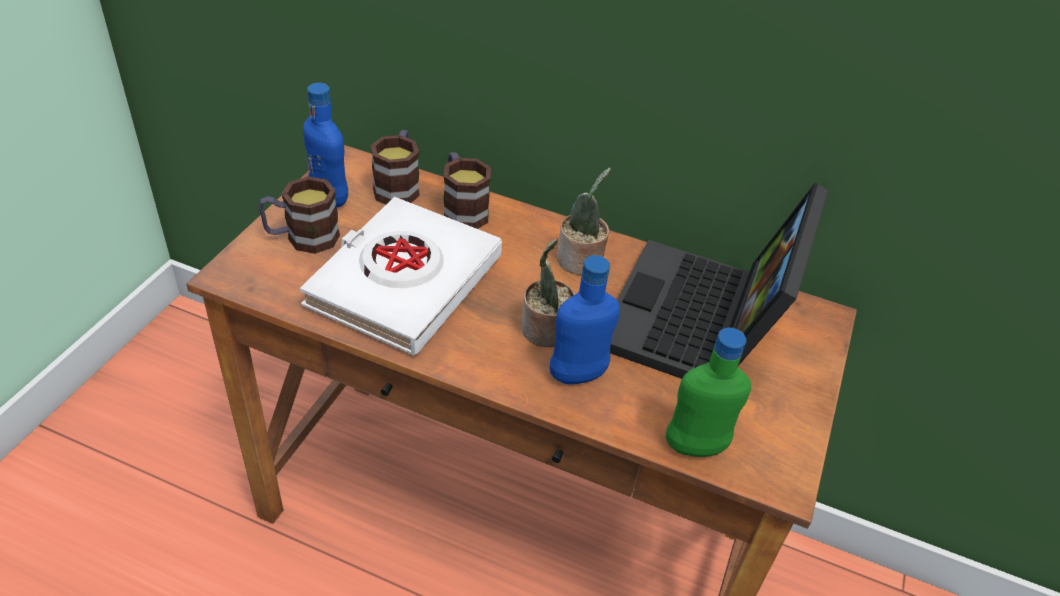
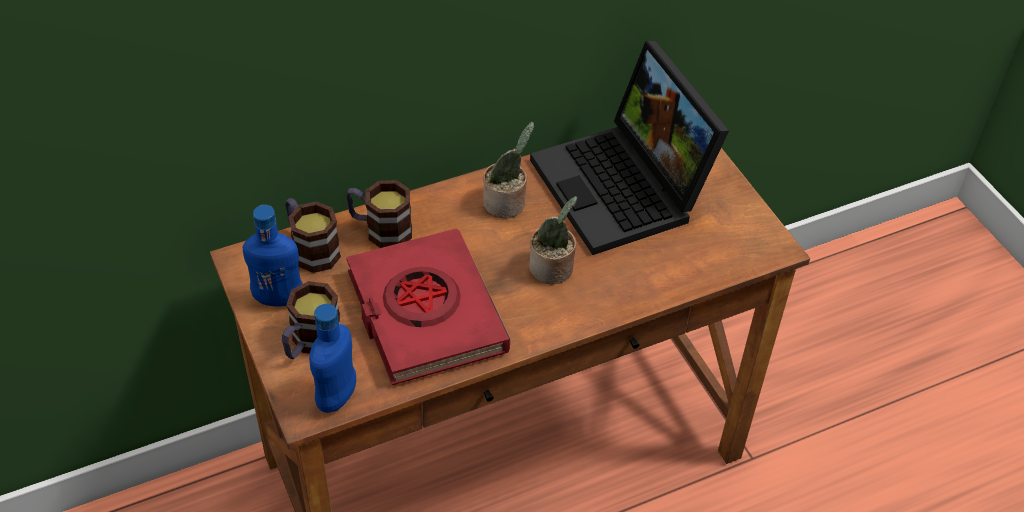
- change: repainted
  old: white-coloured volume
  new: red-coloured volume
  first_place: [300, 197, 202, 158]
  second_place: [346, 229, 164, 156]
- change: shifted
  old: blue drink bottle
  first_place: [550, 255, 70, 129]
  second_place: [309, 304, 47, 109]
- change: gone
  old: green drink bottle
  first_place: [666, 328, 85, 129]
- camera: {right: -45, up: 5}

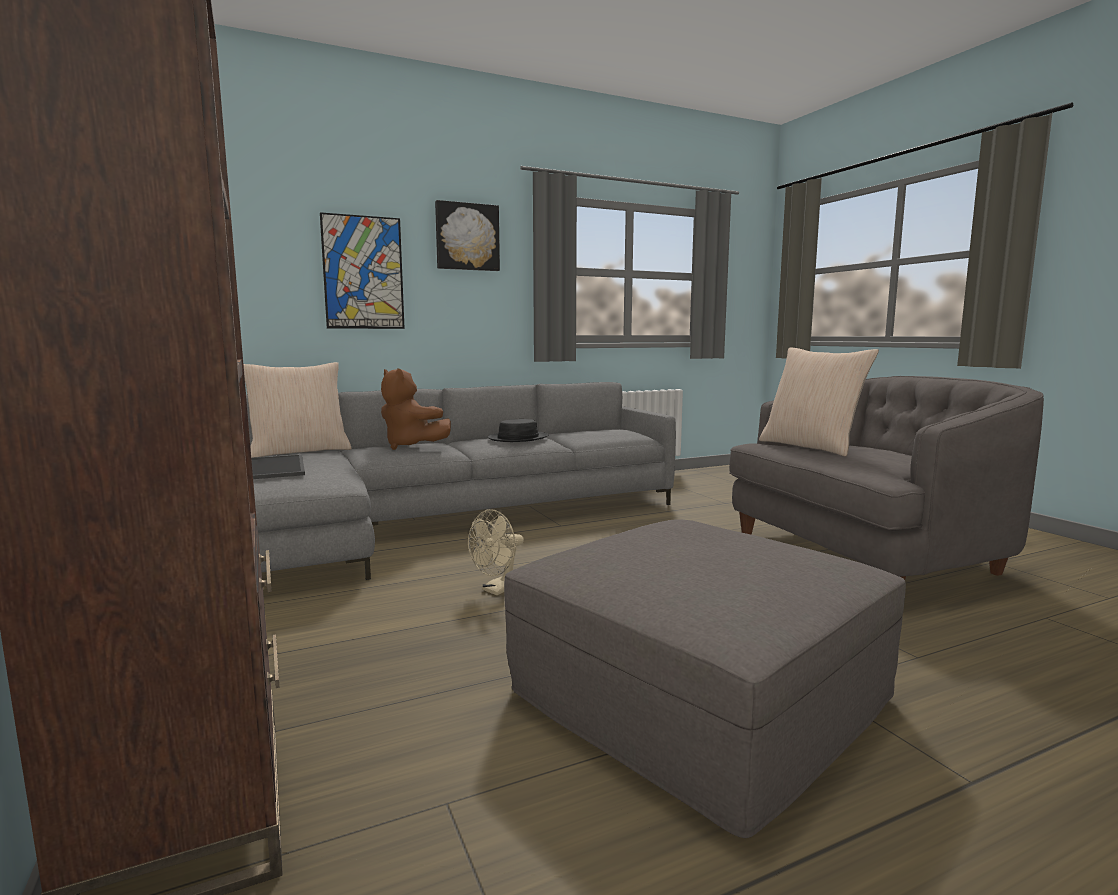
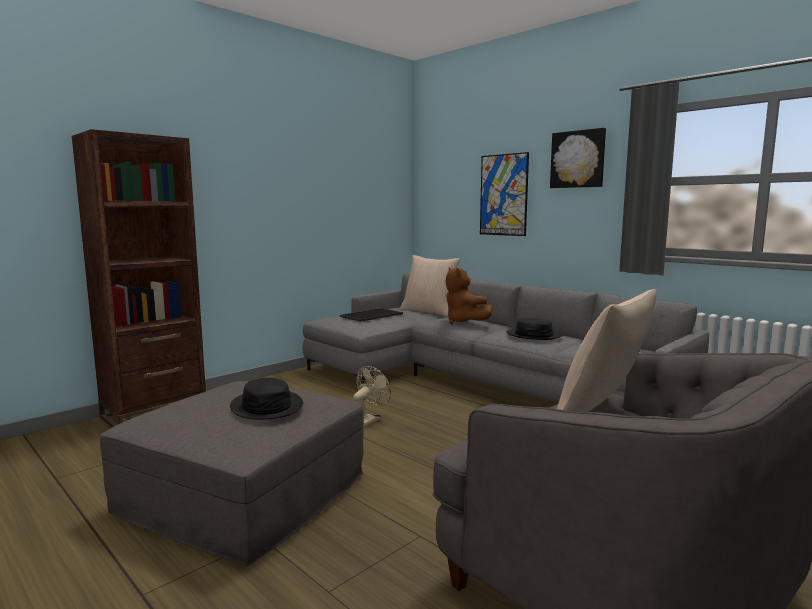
- change: rotated
  old: brown-coloured cuddly toy
  first_place: [381, 368, 70, 82]
  second_place: [446, 267, 47, 57]
  degrees: -45
- change: rotated
  old: beige electric fan
  first_place: [468, 509, 56, 86]
  second_place: [353, 366, 38, 61]
  degrees: 105
- change: new
  new: blackish clothing hat
  second_place: [230, 378, 73, 42]
- camera: {right: 70, up: 0}

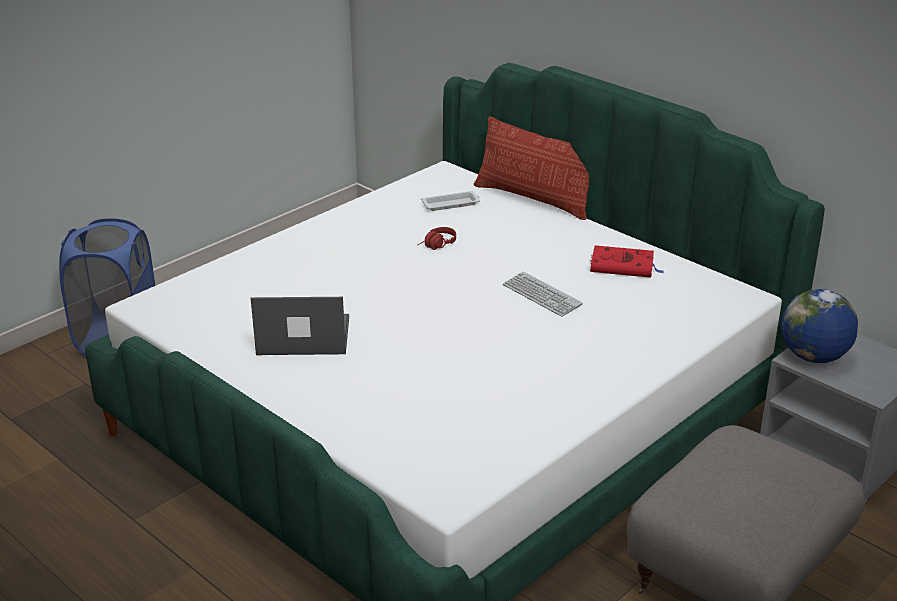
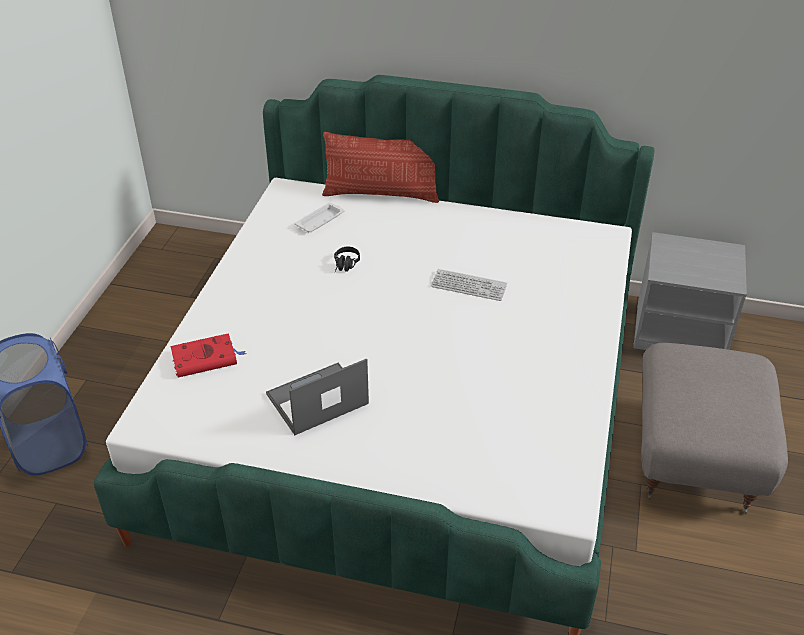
- change: repainted
  old: red-coloured headphones
  new: blackish headphones
  first_place: [418, 227, 38, 23]
  second_place: [334, 247, 26, 26]
- change: shifted
  old: red-coloured volume
  first_place: [590, 245, 74, 33]
  second_place: [171, 333, 75, 45]
- change: gone
  old: globe
  first_place: [781, 289, 77, 74]
- camera: {right: -30, up: 10}

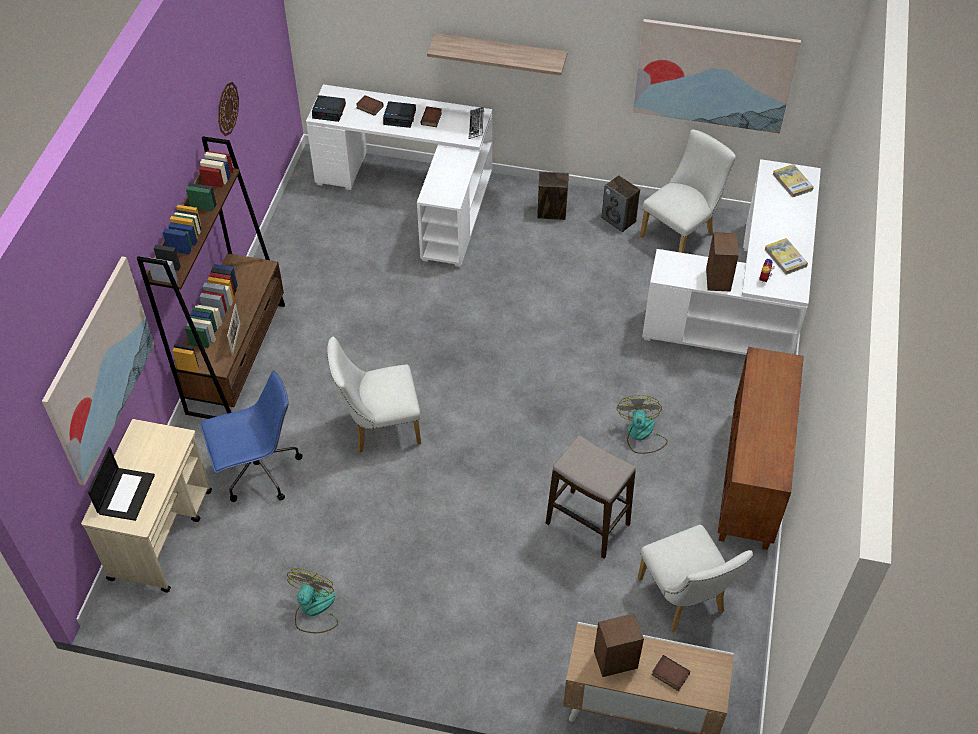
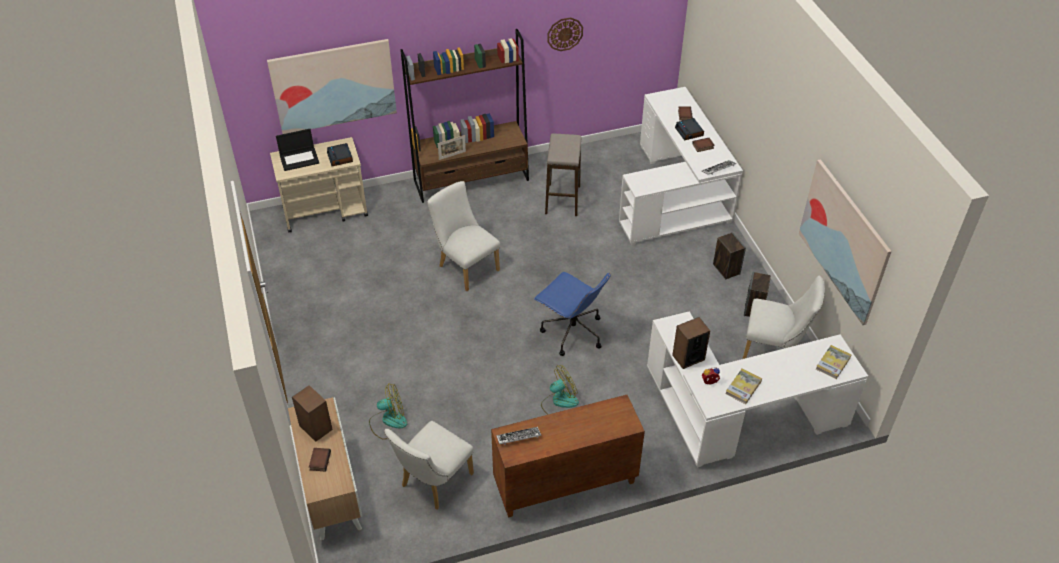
- change: shifted
  old: blue computer chair
  first_place: [200, 370, 103, 132]
  second_place: [534, 272, 77, 84]
- change: shifted
  old: electric fan
  first_place: [287, 568, 51, 65]
  second_place: [369, 383, 38, 57]
- change: shifted
  old: alarm clock
  first_place: [312, 95, 34, 27]
  second_place: [327, 143, 26, 23]
- change: gone
  old: wall shelf
  first_place: [427, 33, 141, 43]
- change: shifted
  old: sitting stool
  first_place: [546, 435, 90, 124]
  second_place: [545, 134, 36, 82]
- change: new
  new: keyboard
  second_place: [496, 427, 45, 18]
- camera: {right: 60, up: -5}

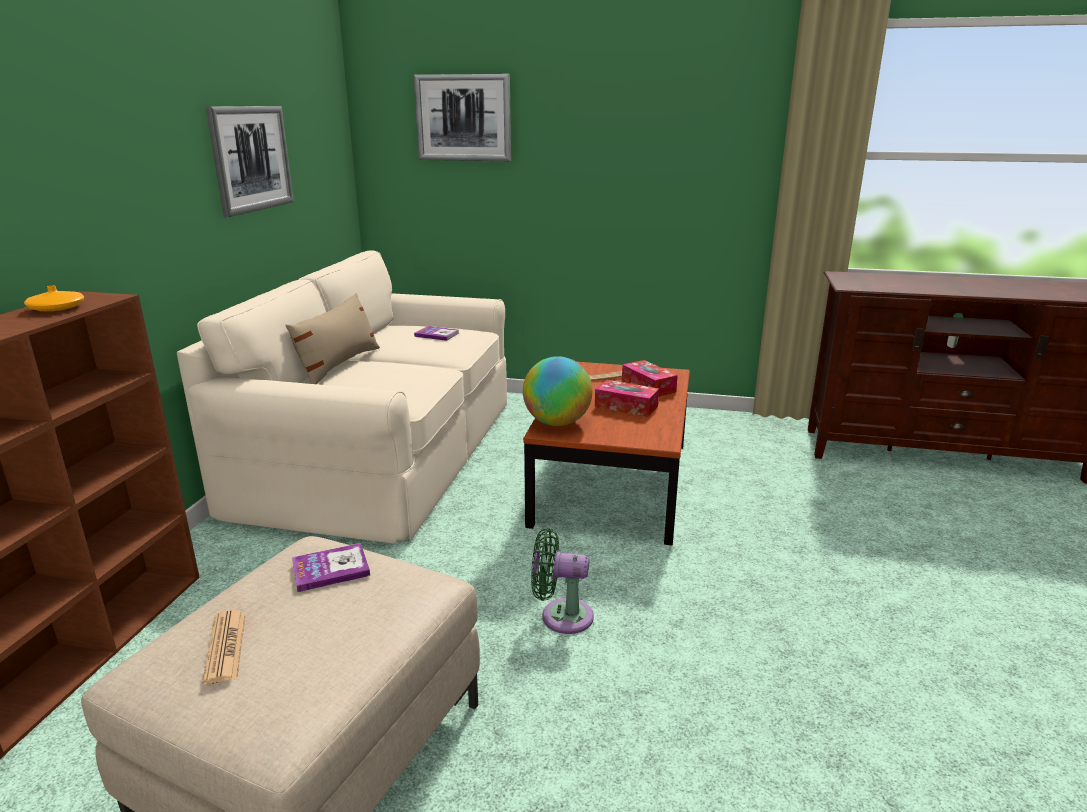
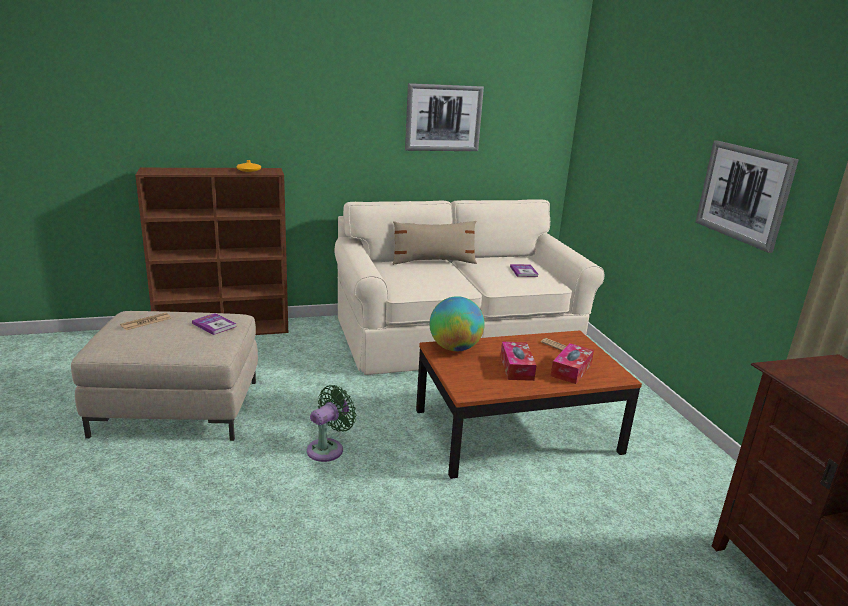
- change: shifted
  old: picture
  first_place: [414, 74, 97, 87]
  second_place: [695, 140, 104, 113]
- change: rotated
  old: green electric fan
  first_place: [531, 528, 63, 106]
  second_place: [307, 385, 49, 77]
  degrees: 60
- camera: {right: 60, up: 0}

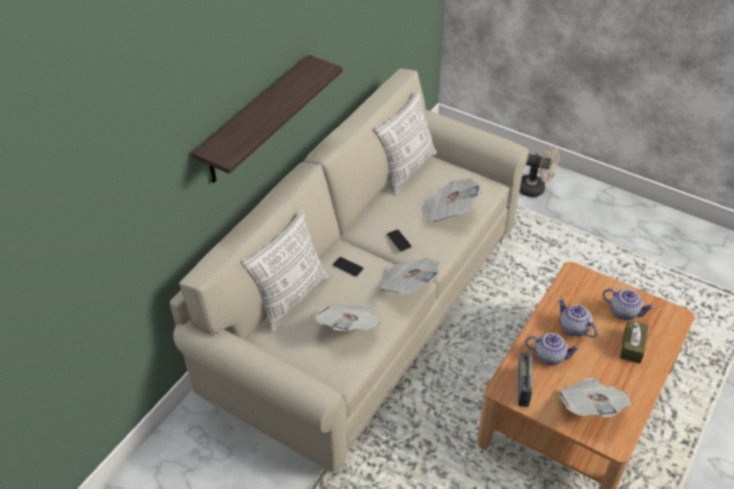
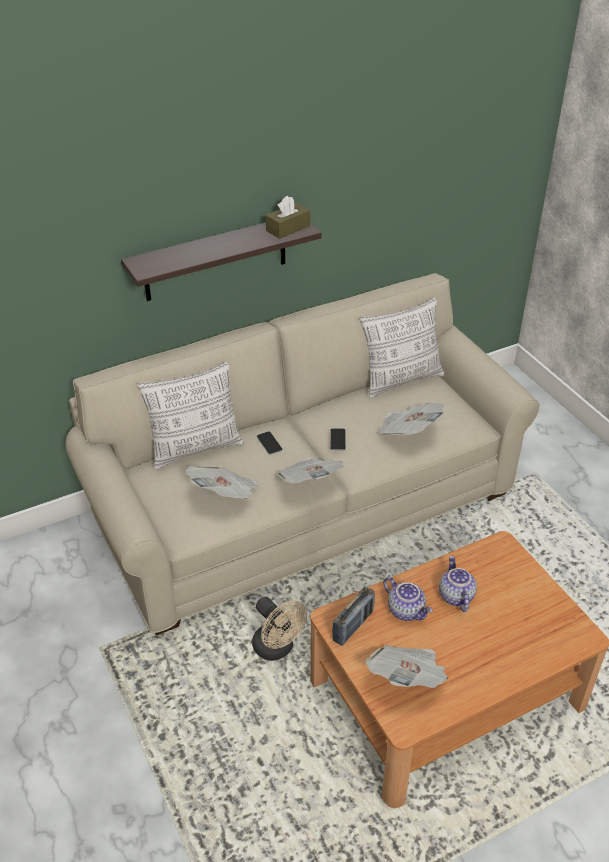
- change: shifted
  old: beige electric fan
  first_place: [519, 146, 40, 51]
  second_place: [252, 597, 55, 64]
- change: gone
  old: tea pot
  first_place: [603, 288, 51, 32]
- change: shifted
  old: brown-coloured tissue holder
  first_place: [620, 320, 29, 43]
  second_place: [266, 196, 44, 43]
- camera: {right: 30, up: -5}

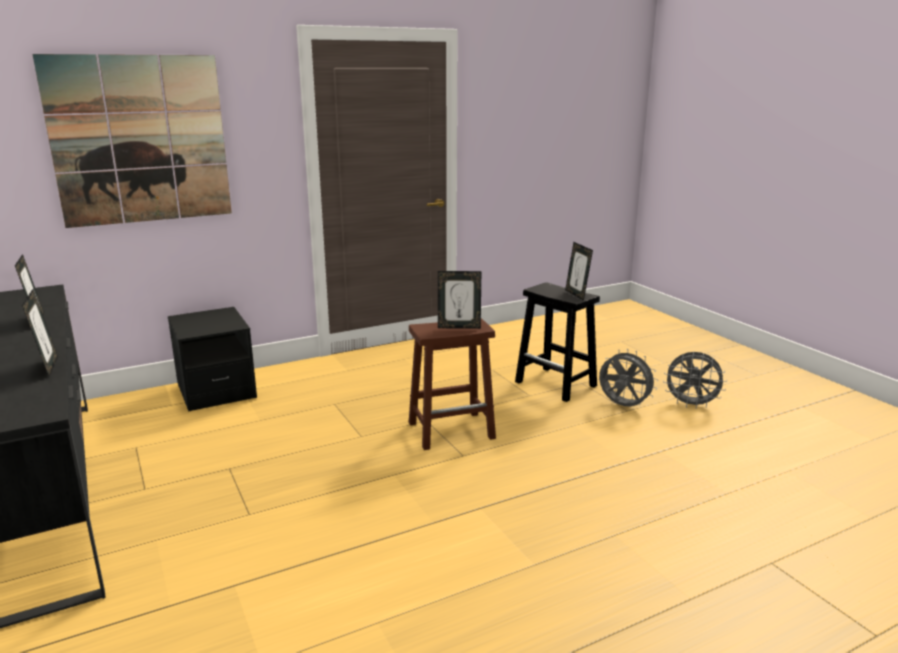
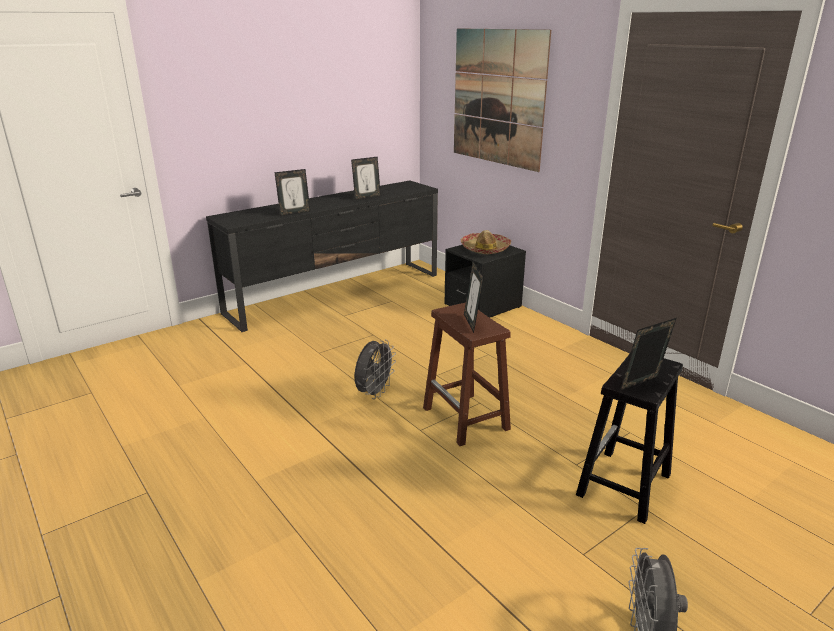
- change: shifted
  old: grey electric fan
  first_place: [599, 349, 59, 57]
  second_place: [355, 340, 41, 59]
- change: new
  new: clothing hat
  second_place: [461, 230, 50, 24]
- camera: {right: 80, up: 5}

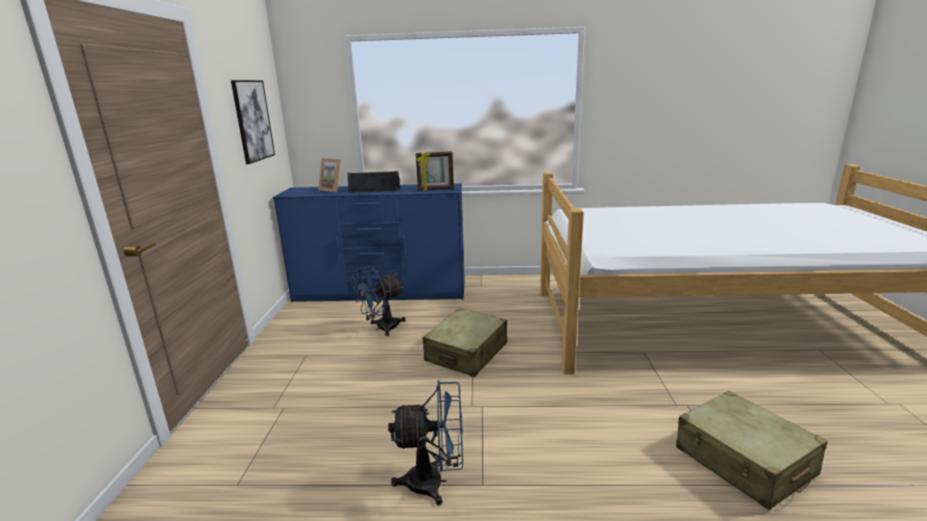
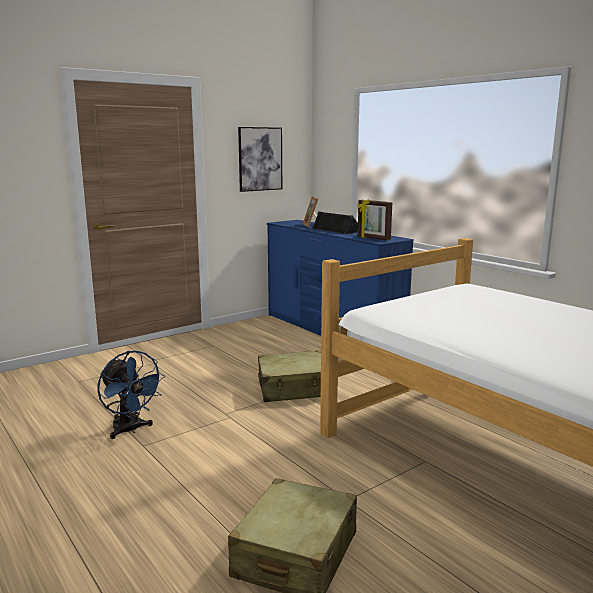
- change: gone
  old: blue electric fan
  first_place: [352, 265, 54, 71]
- camera: {right: 50, up: -5}

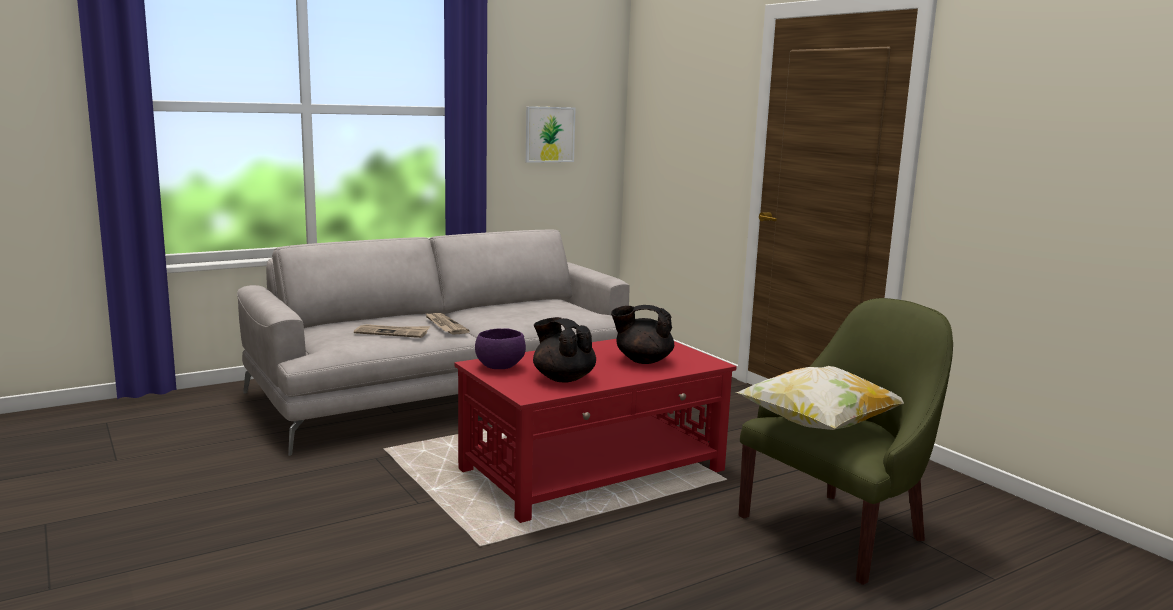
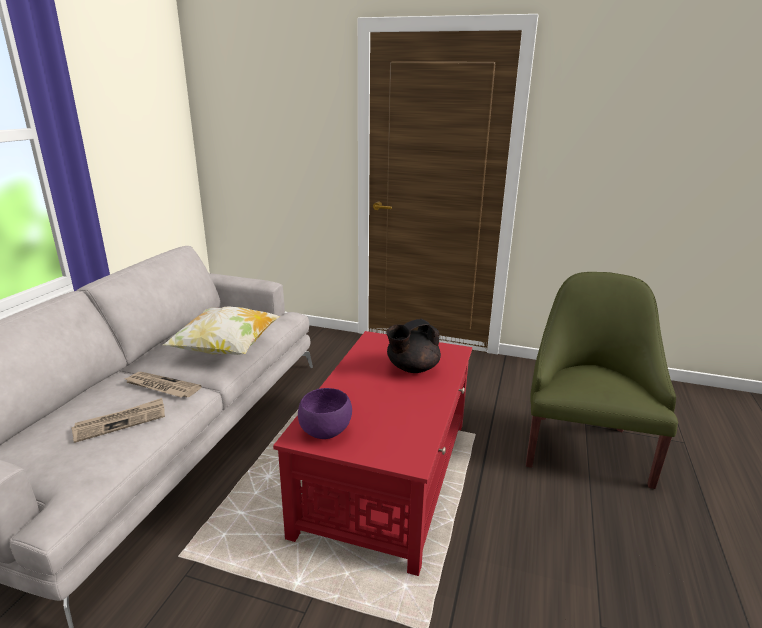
- change: gone
  old: picture
  first_place: [526, 106, 50, 57]
- change: gone
  old: blackish tea pot
  first_place: [533, 317, 63, 66]
- change: shifted
  old: pillow
  first_place: [735, 366, 169, 64]
  second_place: [163, 306, 117, 49]
- camera: {right: -40, up: 10}

